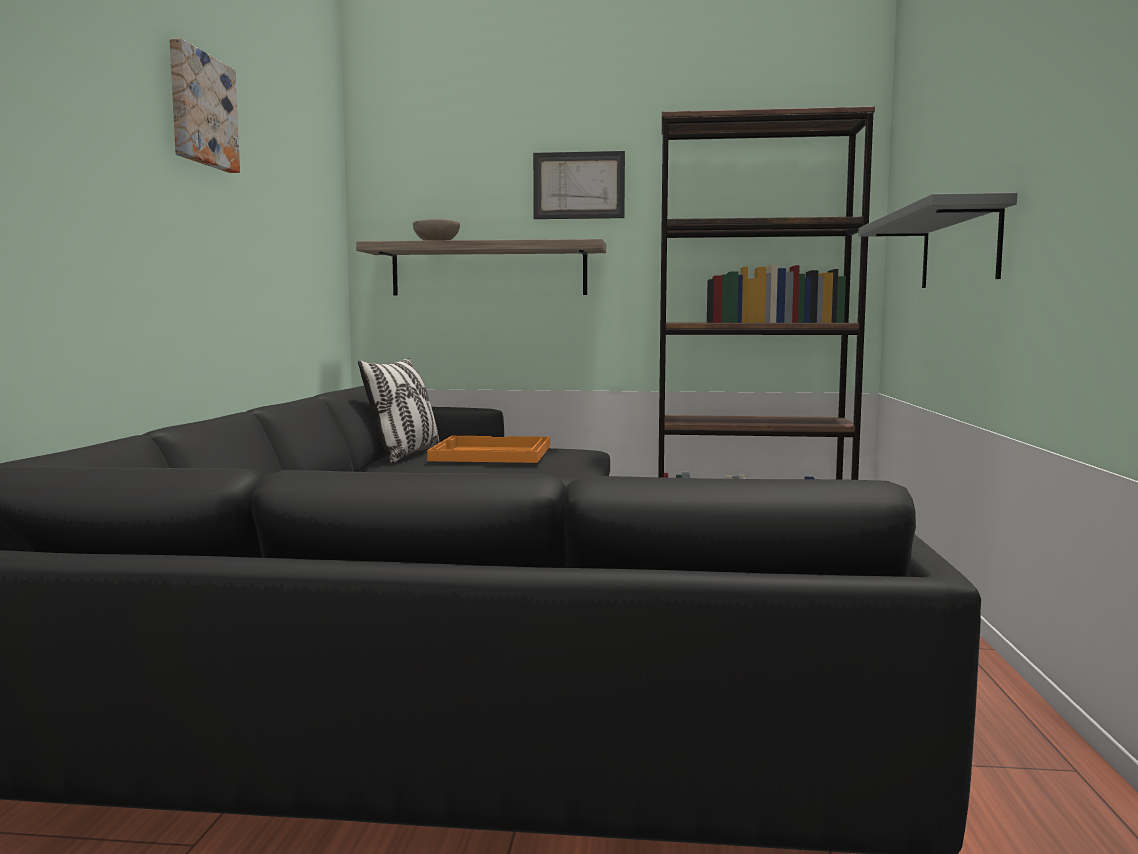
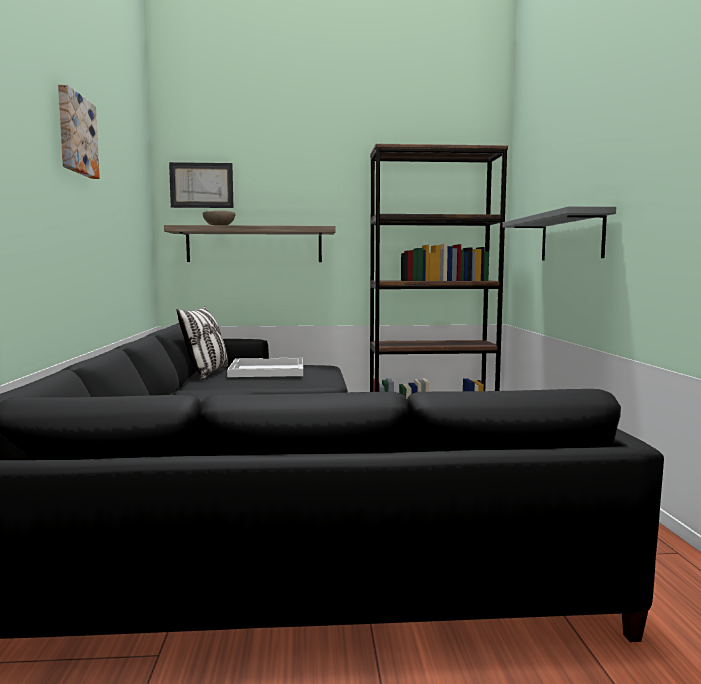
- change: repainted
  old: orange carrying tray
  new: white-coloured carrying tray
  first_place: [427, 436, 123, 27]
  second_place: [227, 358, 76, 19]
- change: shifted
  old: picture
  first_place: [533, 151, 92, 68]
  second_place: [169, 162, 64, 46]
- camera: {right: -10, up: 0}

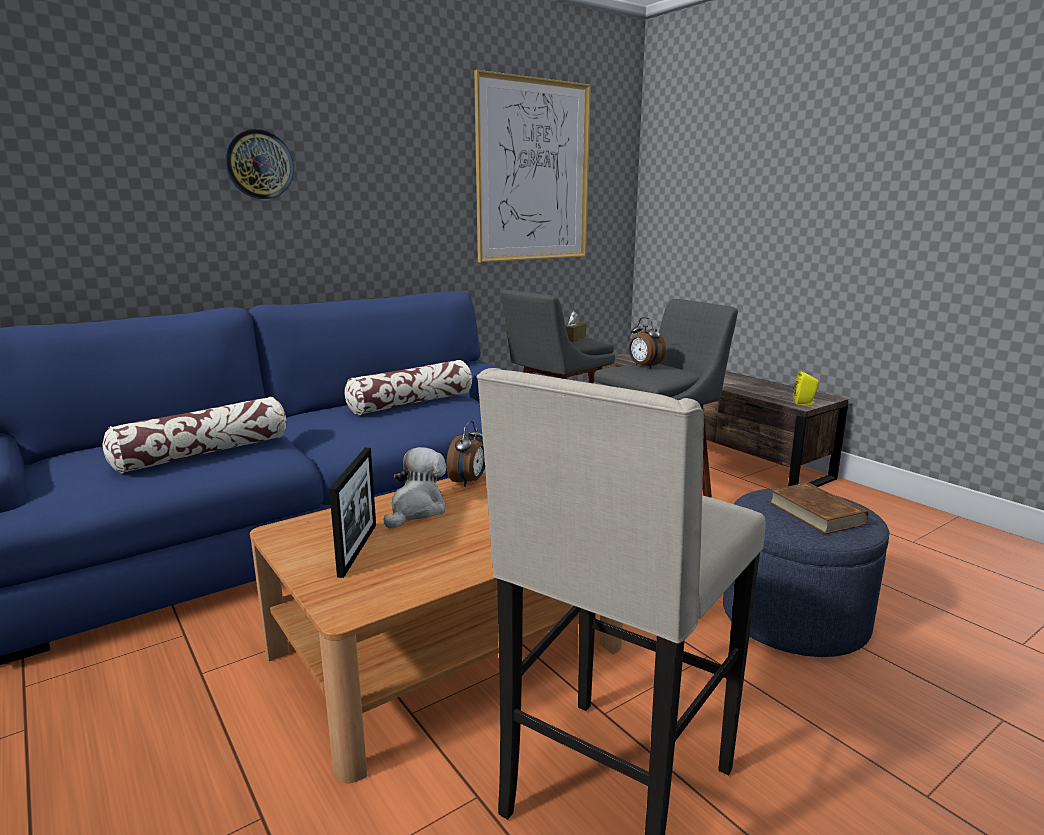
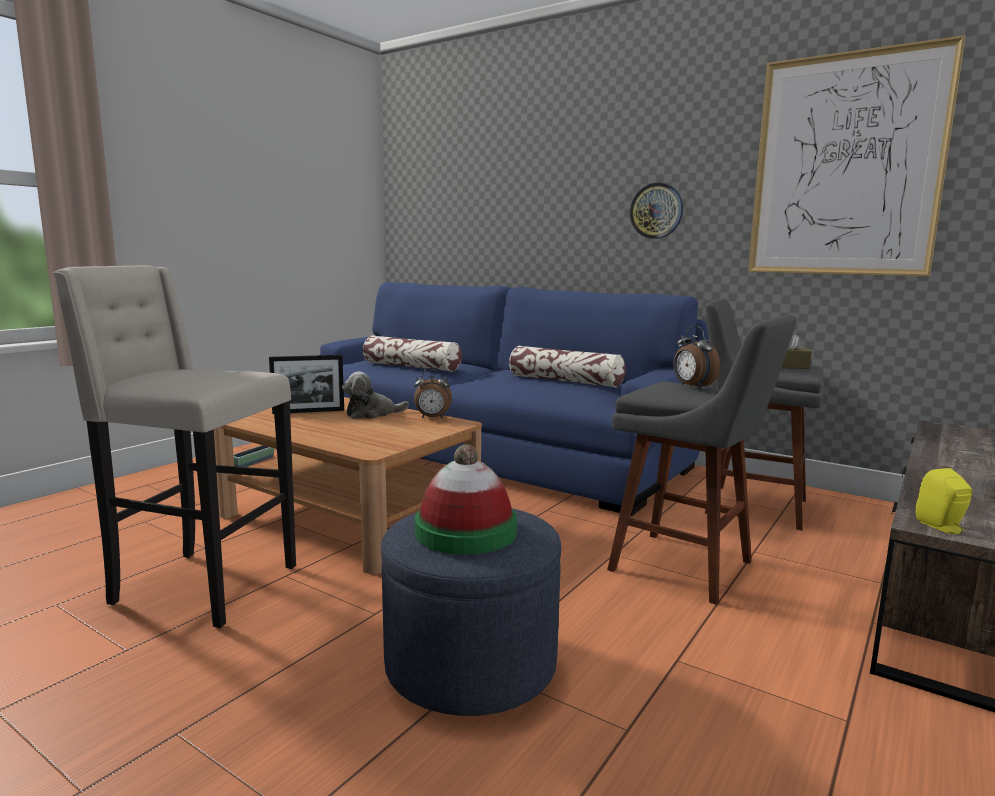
- change: shifted
  old: hanging clock
  first_place: [225, 129, 69, 70]
  second_place: [630, 182, 53, 57]
- change: rotated
  old: cuddly toy
  first_place: [384, 447, 62, 82]
  second_place: [342, 372, 67, 47]
  degrees: 150
- change: rotated
  old: alarm clock
  first_place: [629, 317, 37, 51]
  second_place: [673, 326, 47, 63]
  degrees: -60
- change: swapped
  old: brown-coloured volume
  new: clothing hat
  first_place: [769, 483, 100, 51]
  second_place: [415, 444, 102, 111]
- change: new
  new: plant pot
  second_place: [233, 445, 42, 22]
- camera: {right: 70, up: -5}

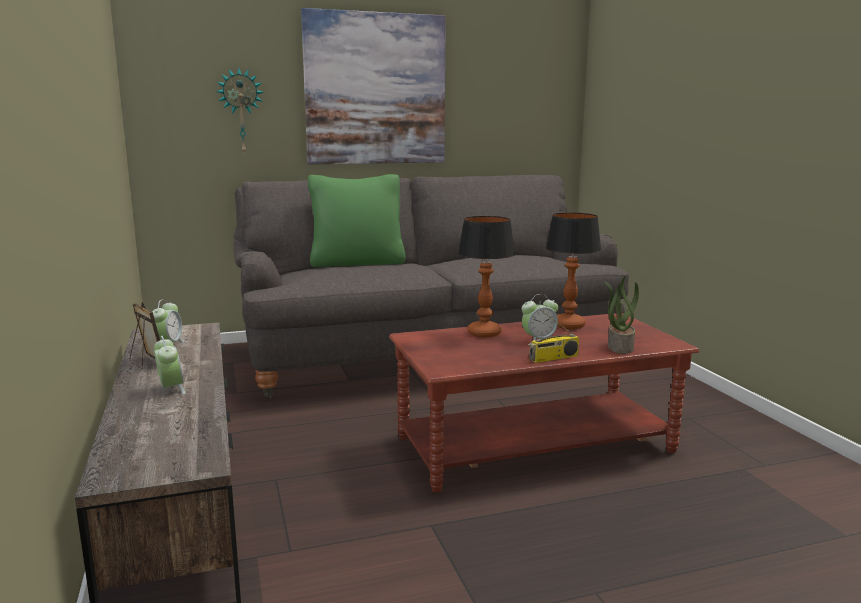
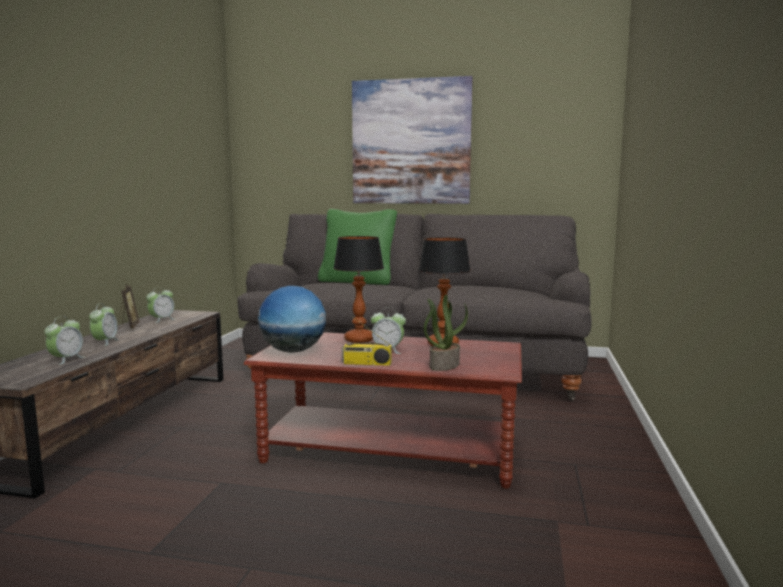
- change: gone
  old: hanging clock
  first_place: [216, 68, 48, 85]
- change: new
  new: alarm clock
  second_place: [44, 316, 40, 49]
- change: new
  new: globe
  second_place: [258, 286, 68, 67]
- camera: {right: 30, up: -5}

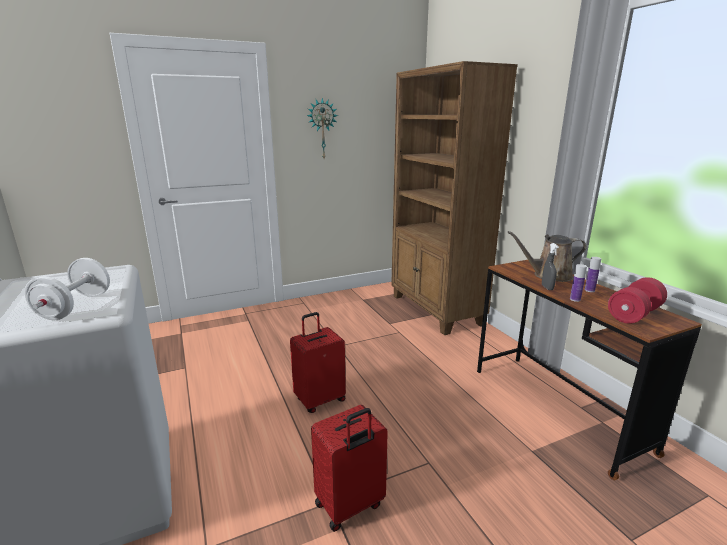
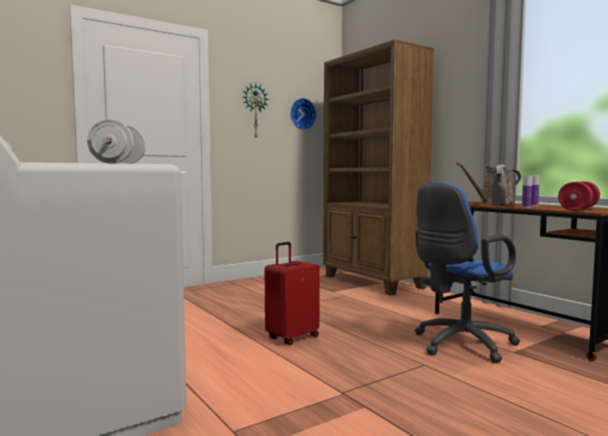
- change: gone
  old: red-coloured suitcase
  first_place: [311, 405, 77, 127]
- change: new
  new: hanging clock
  second_place: [290, 98, 26, 32]
- change: new
  new: blue computer chair
  second_place: [415, 182, 105, 181]
- camera: {right: -10, up: -15}

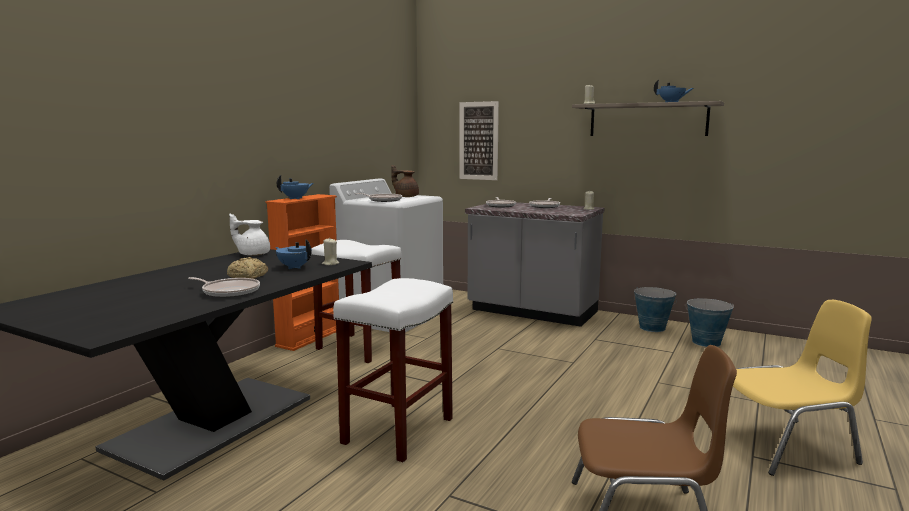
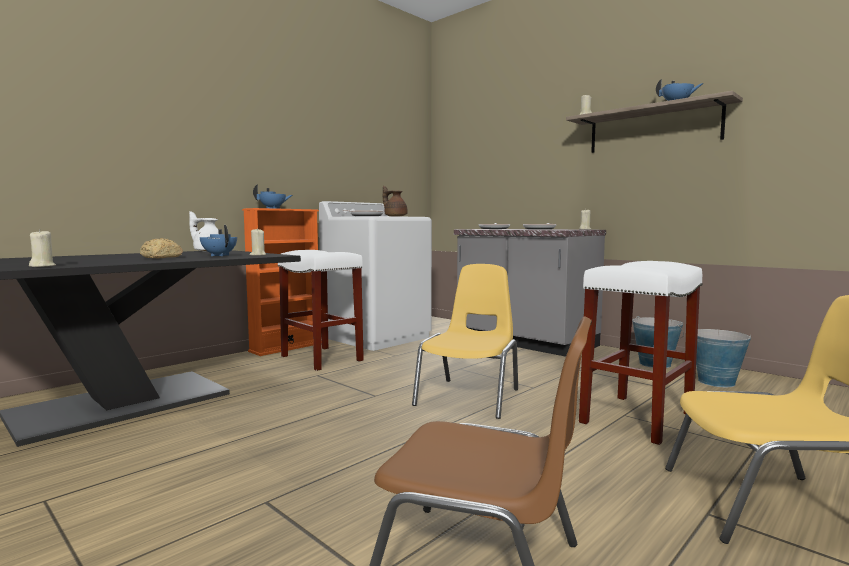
- change: gone
  old: frying pan
  first_place: [188, 277, 72, 21]
- change: shifted
  old: white-coloured sitting stool
  first_place: [333, 278, 120, 184]
  second_place: [579, 261, 124, 184]
- change: gone
  old: picture
  first_place: [459, 101, 40, 79]
- change: new
  new: beige wax candle
  second_place: [29, 229, 27, 38]
- change: new
  new: yellow-coloured chair
  second_place: [412, 264, 106, 155]
- camera: {right: 15, up: -5}

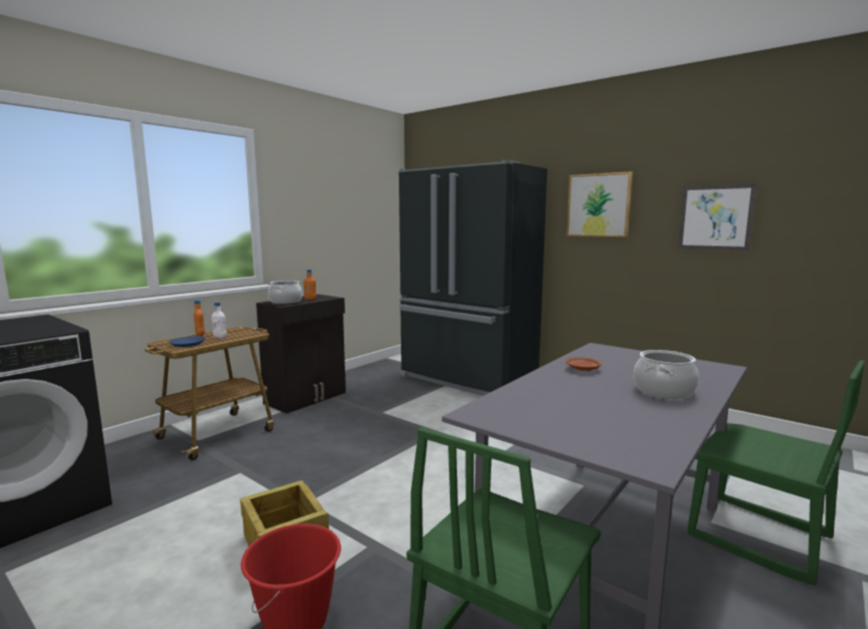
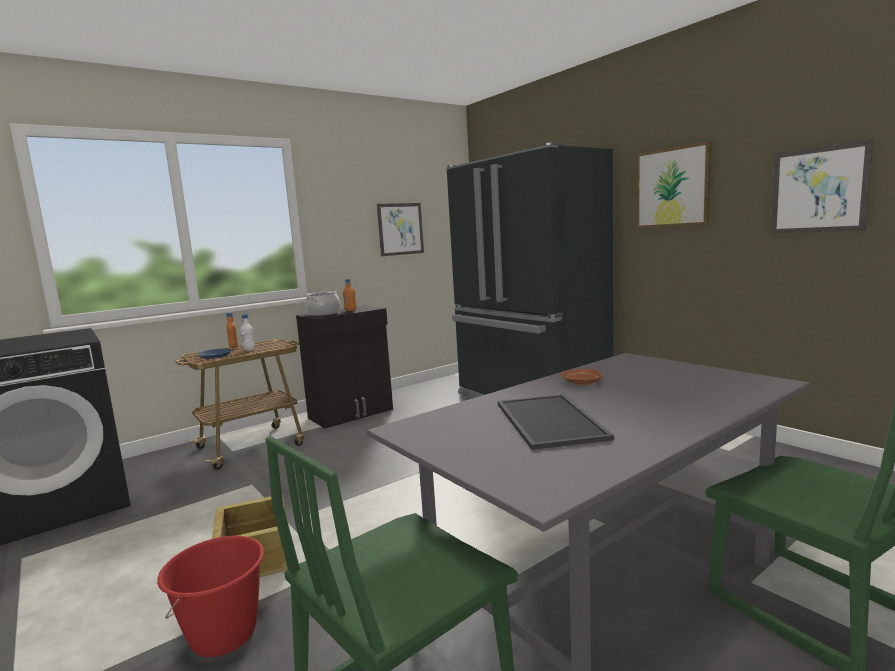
- change: gone
  old: cooking pot
  first_place: [633, 350, 66, 49]
- change: new
  new: picture
  second_place: [377, 203, 47, 53]
- change: new
  new: carrying tray
  second_place: [498, 394, 116, 56]
- camera: {right: 15, up: 0}

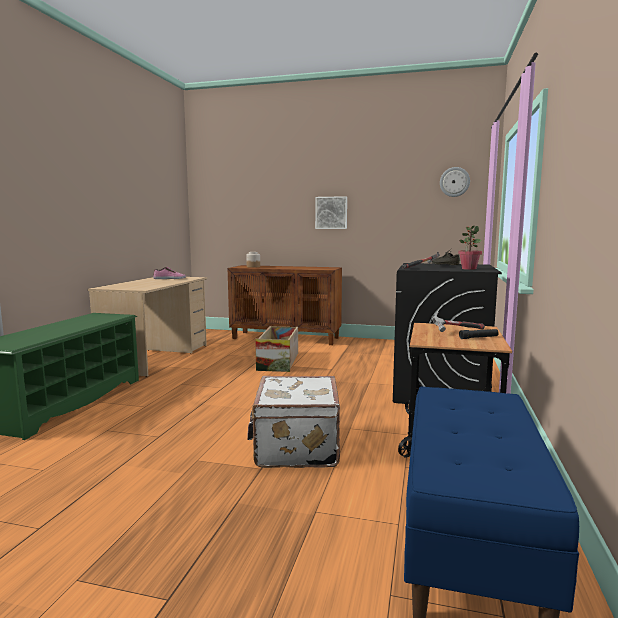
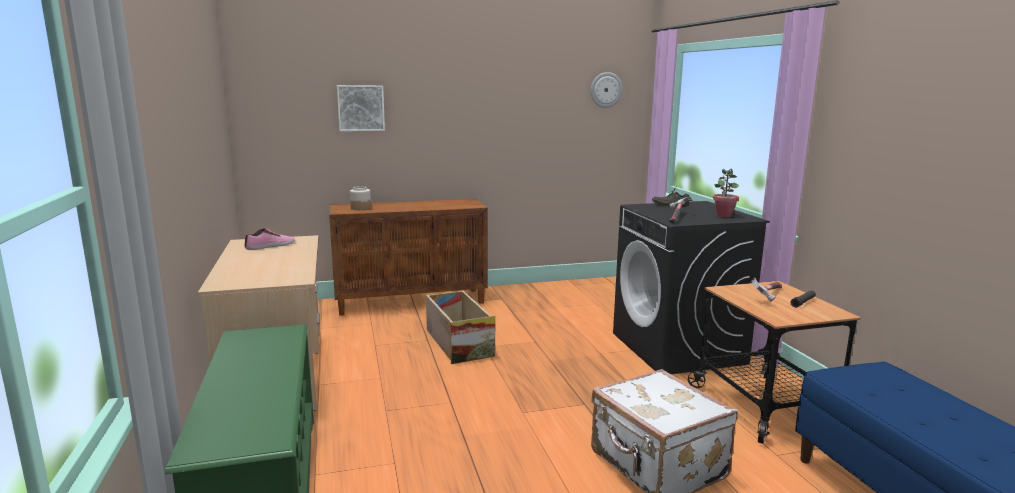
- change: shifted
  old: picture
  first_place: [315, 196, 32, 33]
  second_place: [337, 85, 48, 46]
- camera: {right: -30, up: 5}

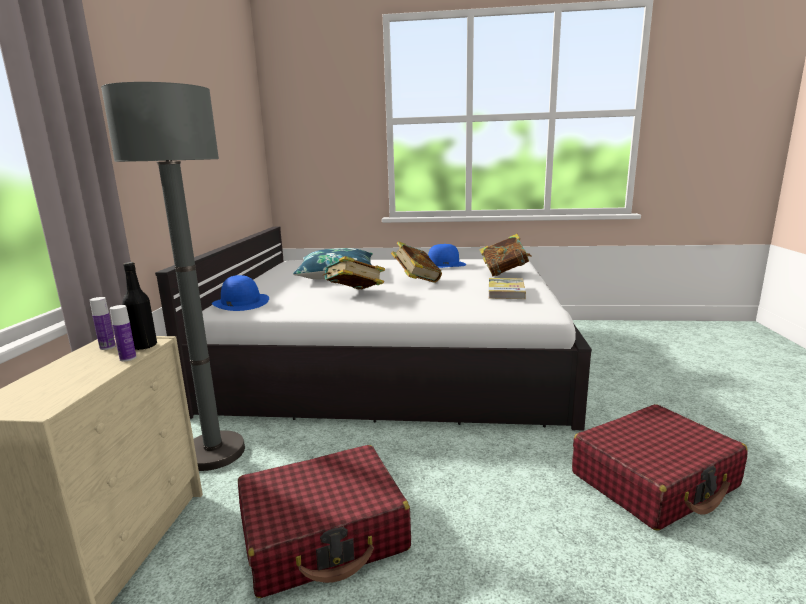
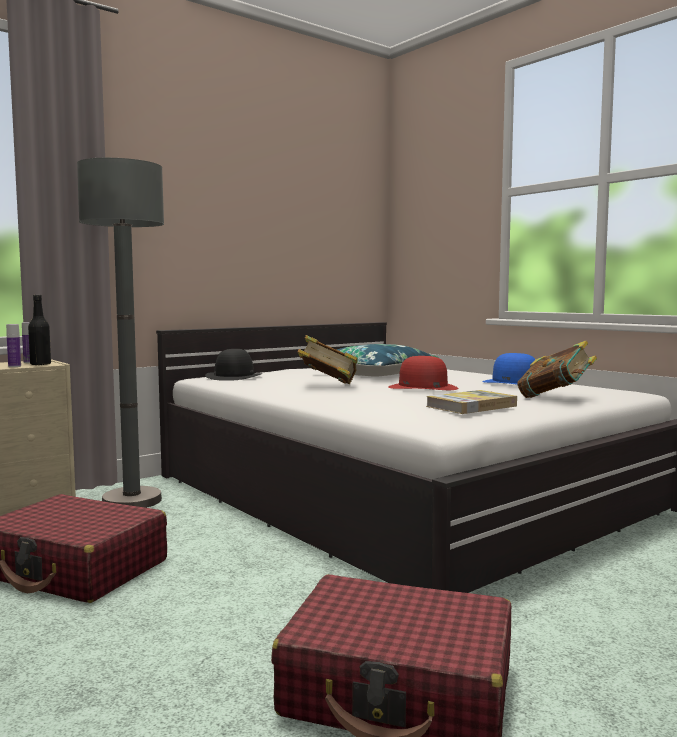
- change: repainted
  old: blue clothing hat
  new: blackish clothing hat
  first_place: [212, 275, 57, 36]
  second_place: [205, 349, 58, 32]
- change: swapped
  old: volume
  new: red-coloured clothing hat
  first_place: [391, 241, 51, 42]
  second_place: [389, 356, 69, 34]
- camera: {right: 45, up: -10}

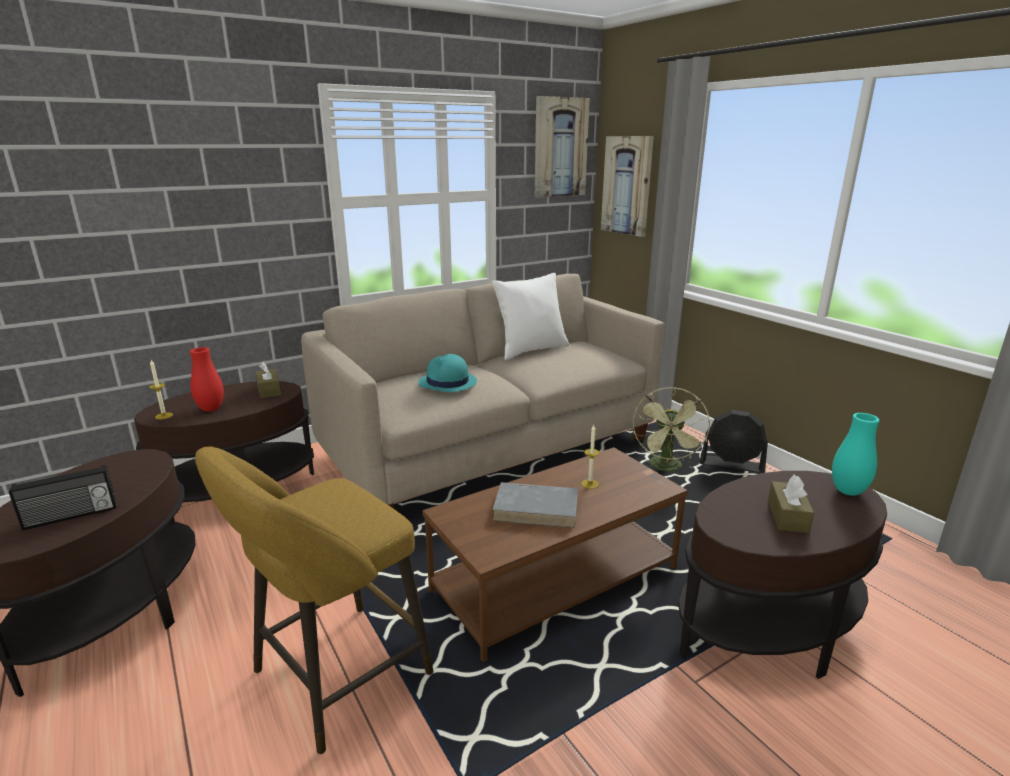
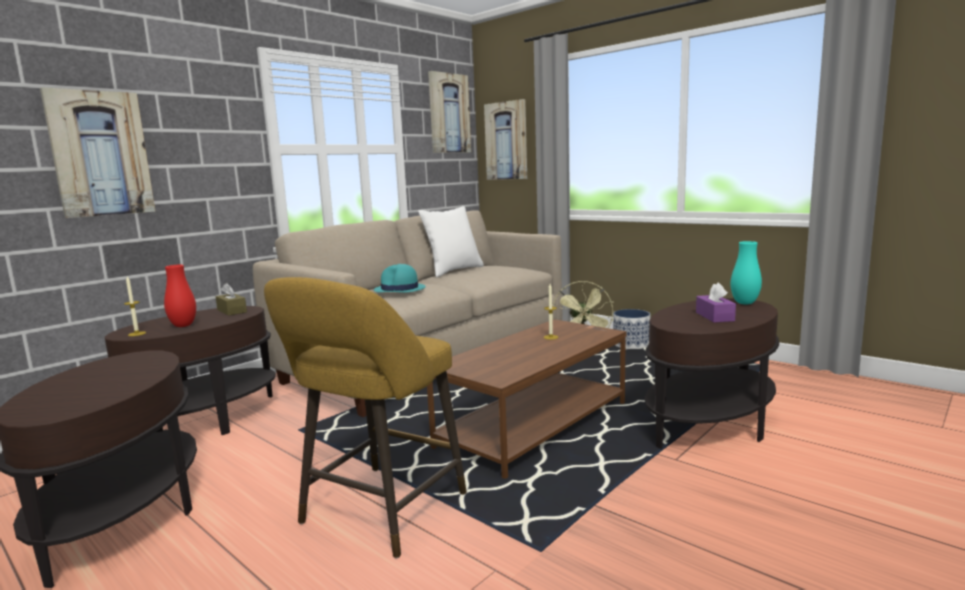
- change: gone
  old: radio
  first_place: [9, 465, 107, 65]
- change: gone
  old: grey volume
  first_place: [492, 482, 86, 46]
- change: swapped
  old: blackish electric fan
  new: plant pot
  first_place: [700, 410, 68, 63]
  second_place: [613, 309, 37, 40]
- change: repainted
  old: brown-coloured tissue holder
  new: purplish tissue holder
  first_place: [768, 475, 46, 58]
  second_place: [696, 283, 40, 40]
- change: new
  new: picture
  second_place: [40, 87, 115, 131]
- camera: {right: -15, up: -10}

